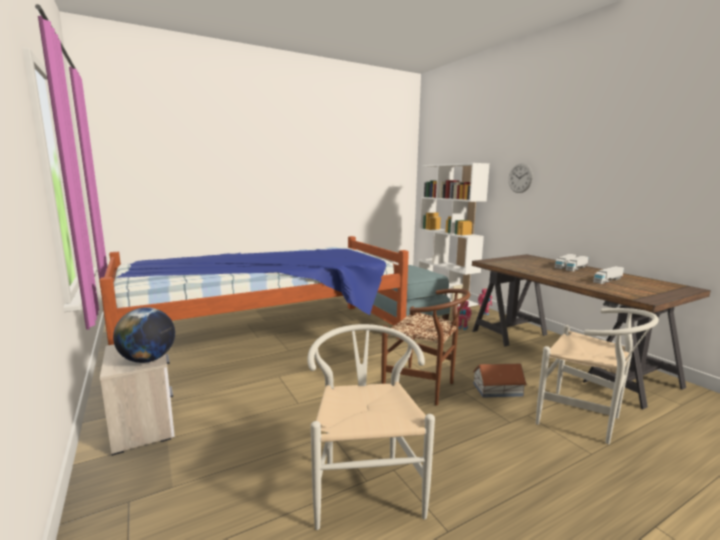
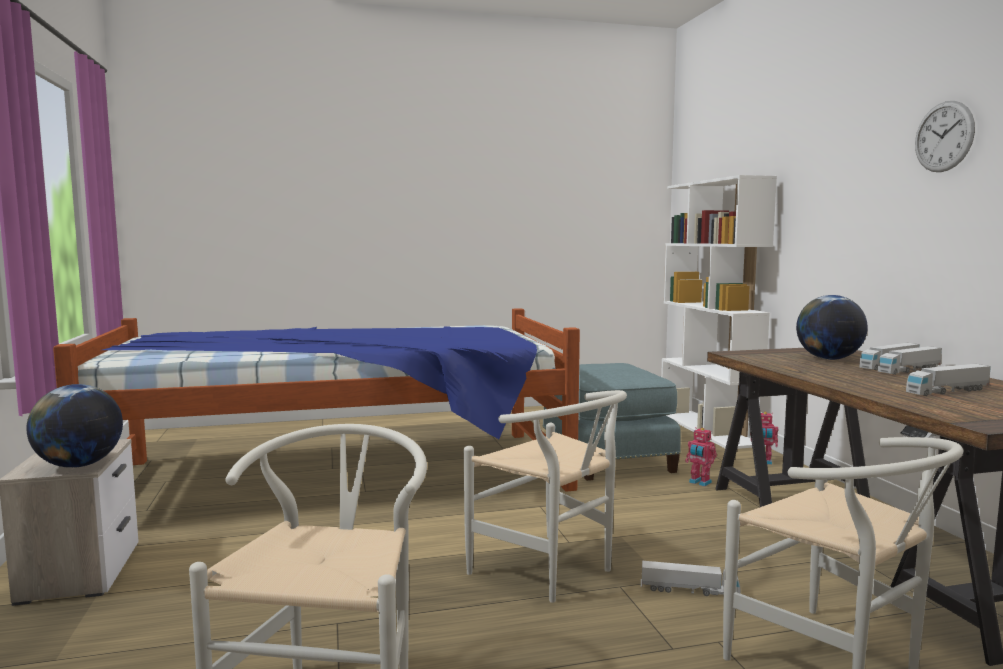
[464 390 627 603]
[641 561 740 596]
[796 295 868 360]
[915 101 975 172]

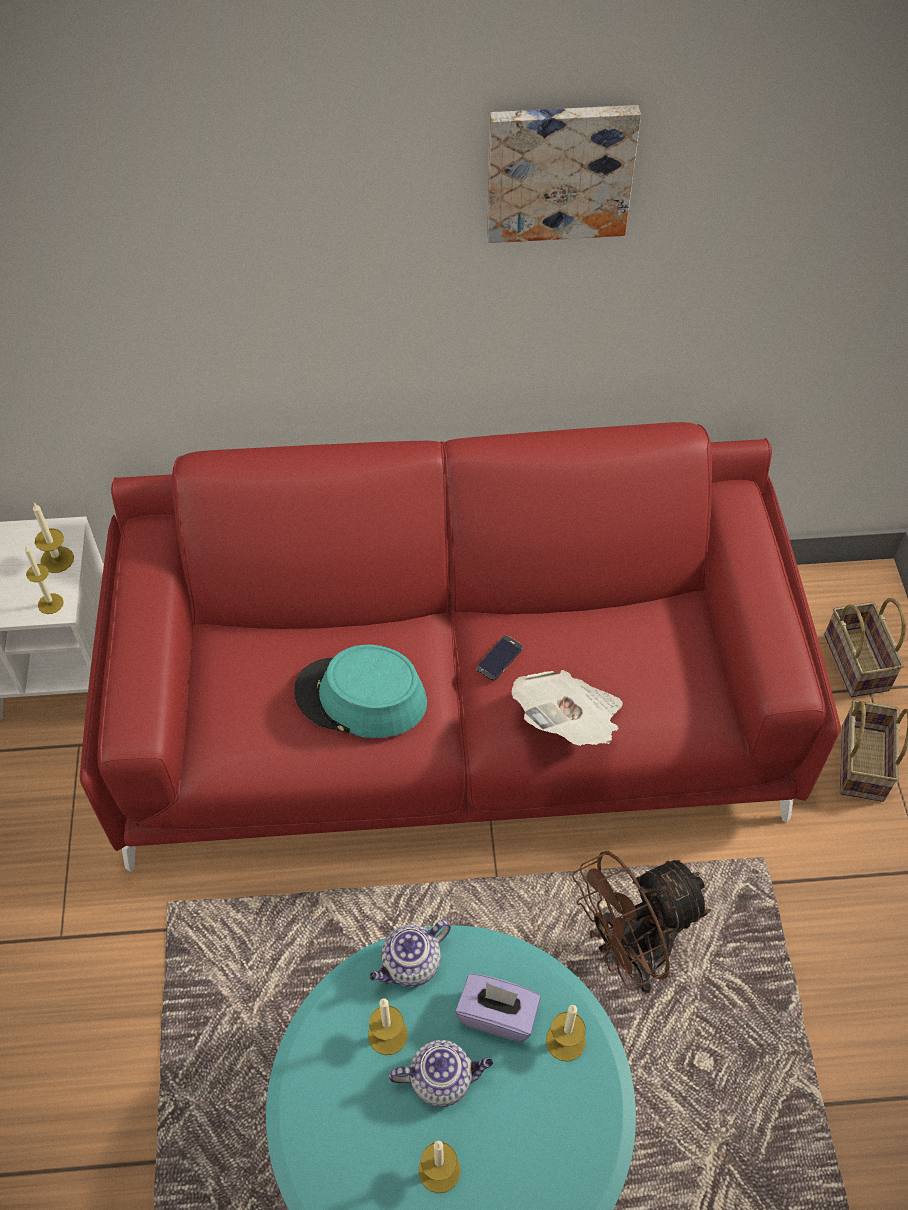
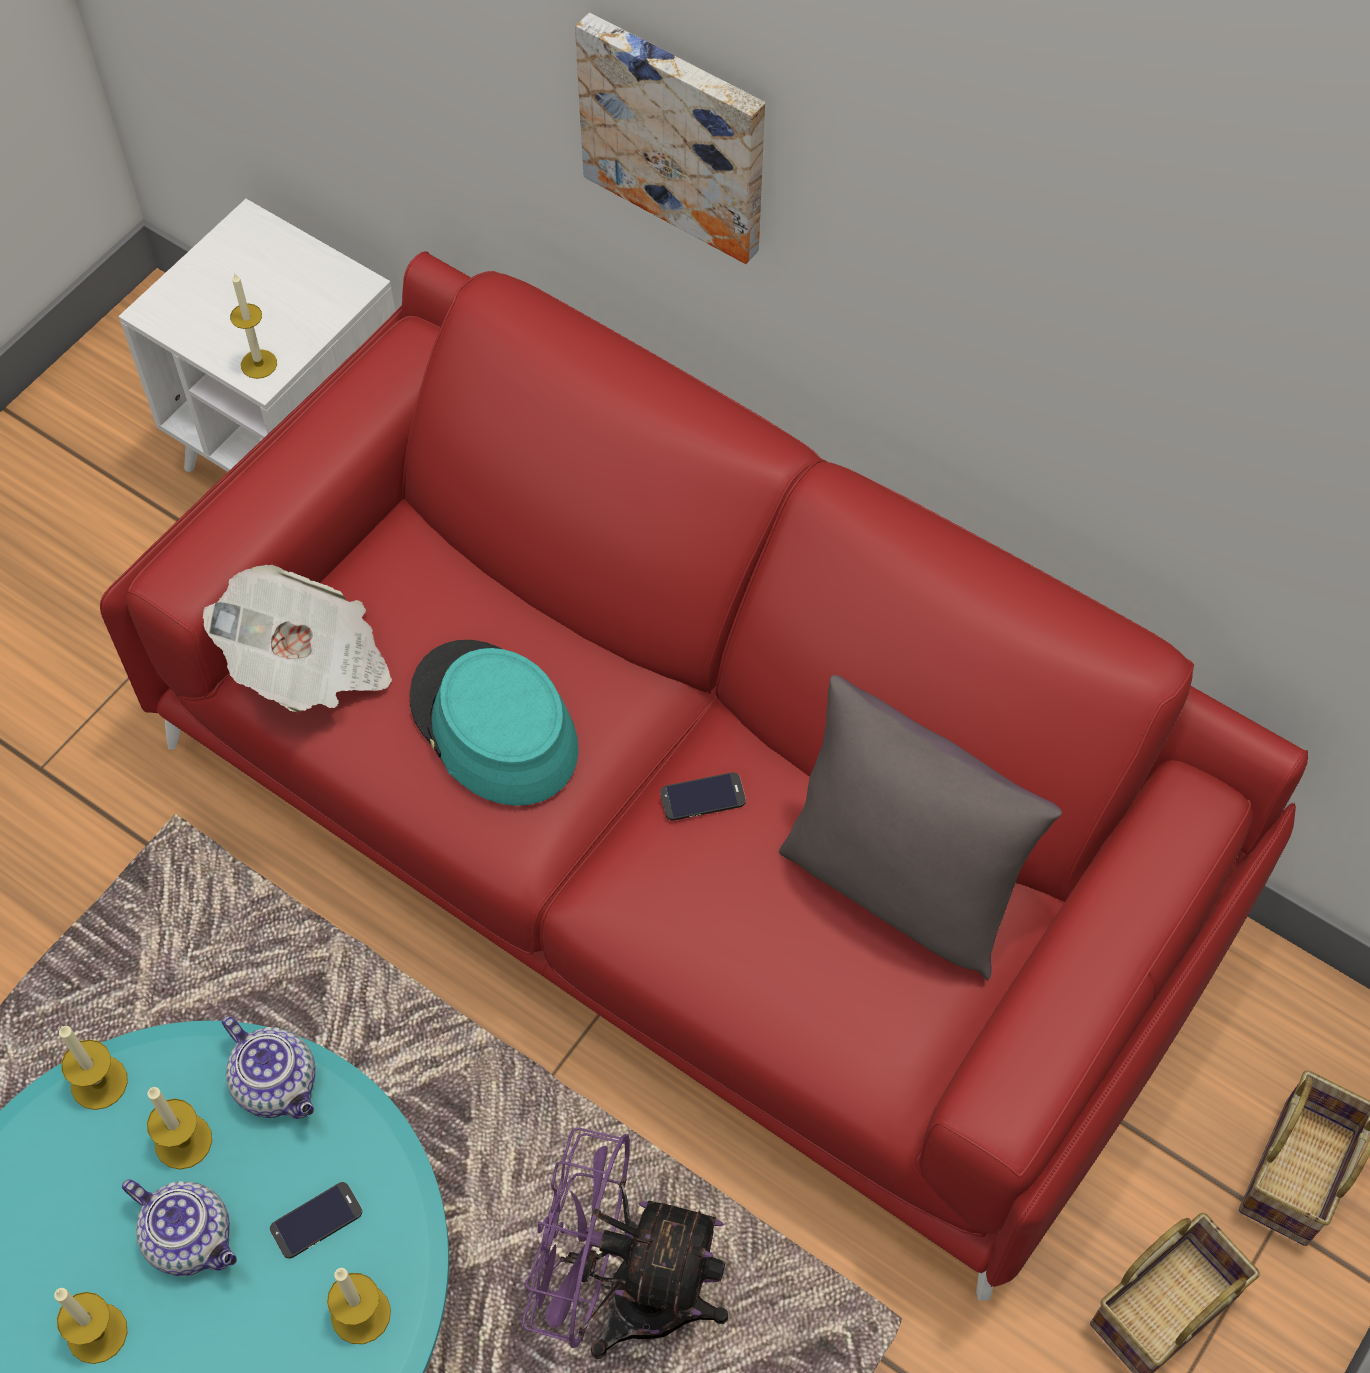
[59 1025 128 1110]
[203 565 392 713]
[221 1016 316 1119]
[270 1182 362 1259]
[522 1127 728 1359]
[575 13 765 264]
[779 675 1062 981]

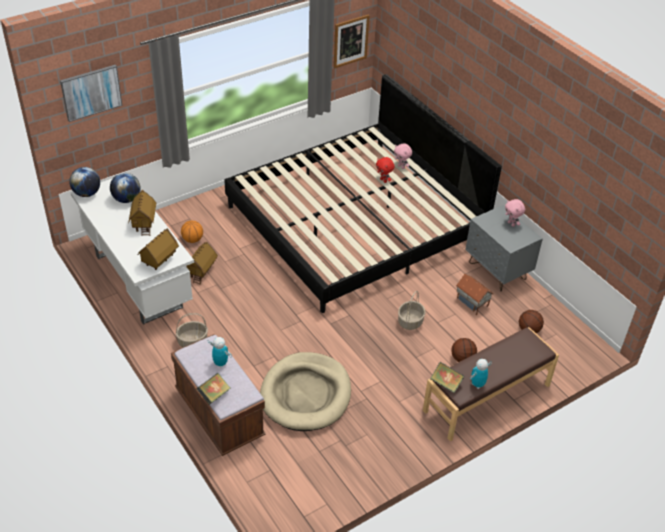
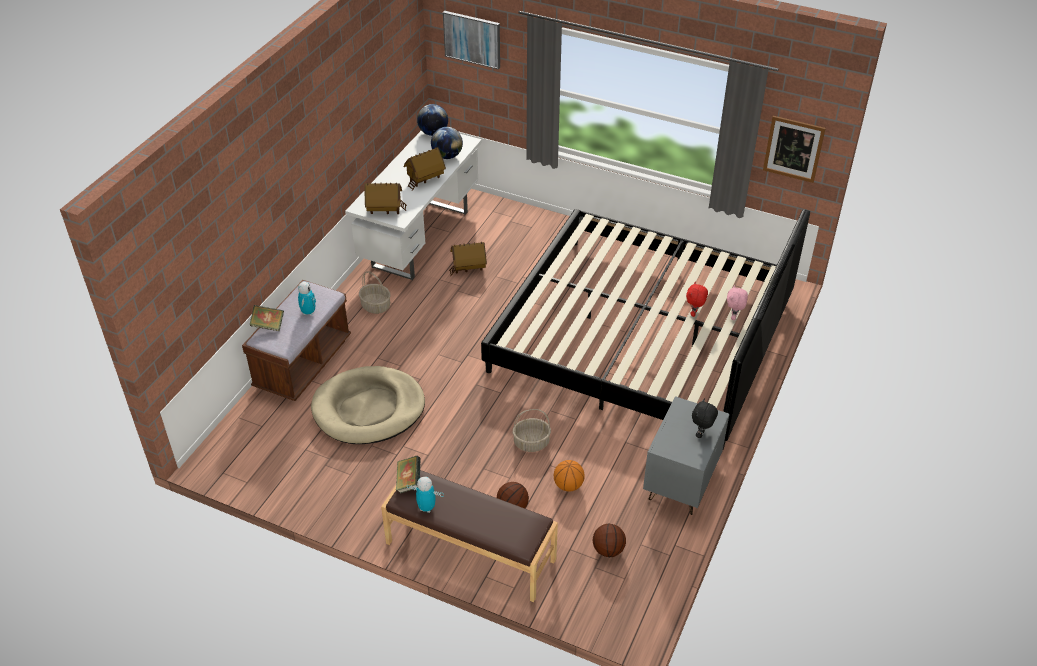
[554 460 585 492]
[692 399 718 438]
[456 274 493 315] (first image)

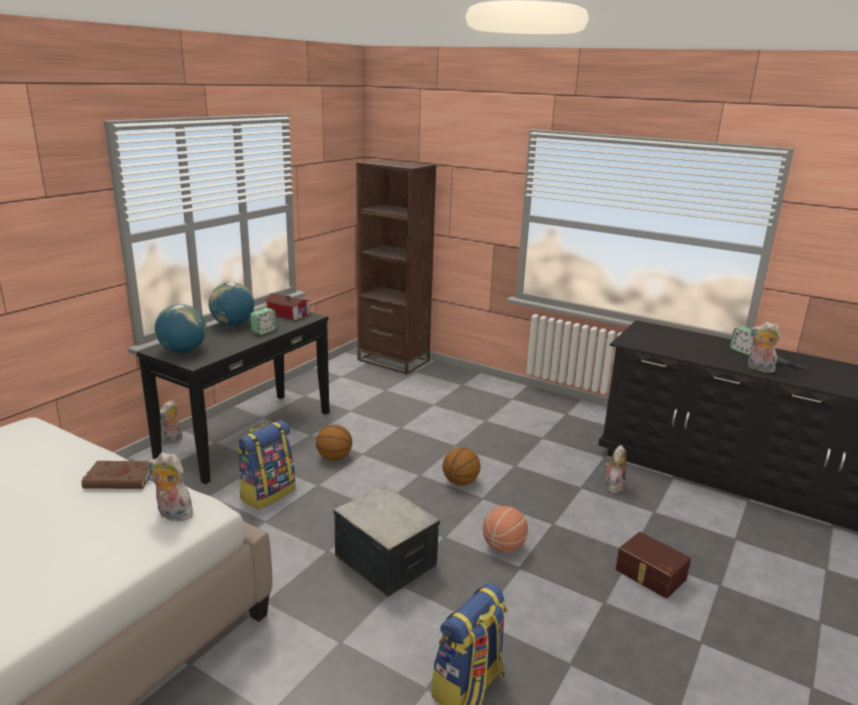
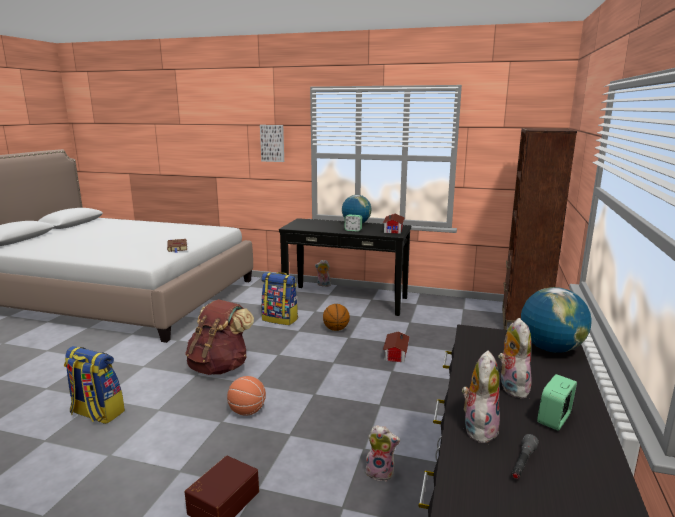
[185 299 254 375]
[260 125 284 162]
[383 331 409 363]
[498 318 532 398]
[521 287 592 353]
[443 447 480 485] (first image)

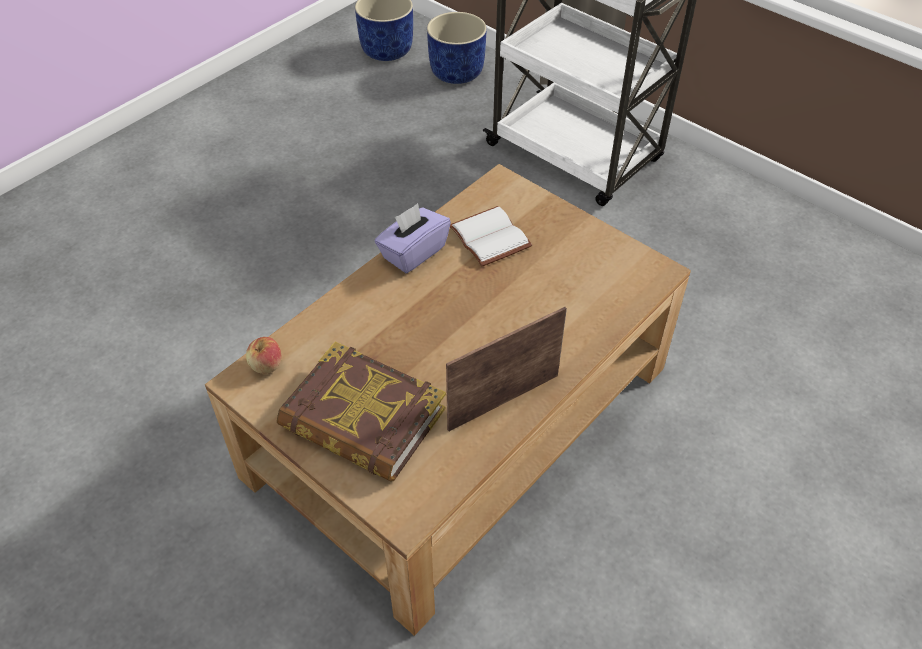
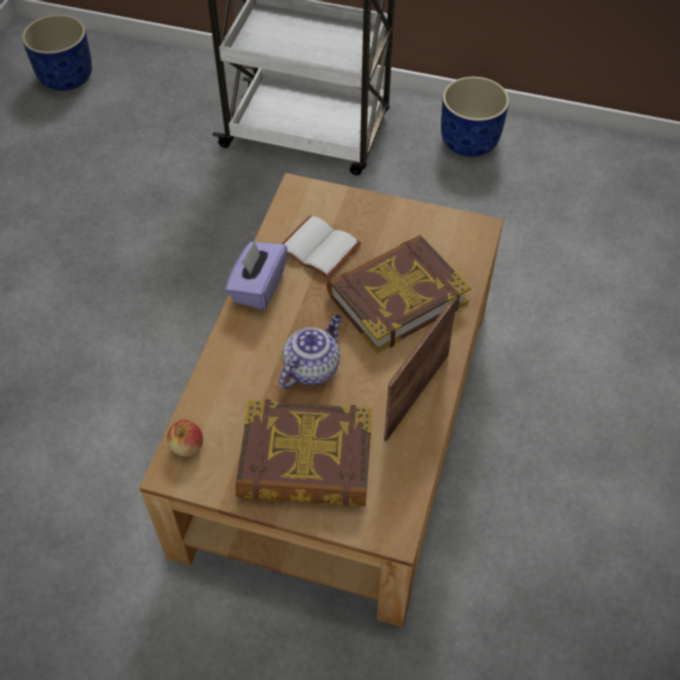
[279 314 342 389]
[326 235 472 353]
[441 77 509 157]

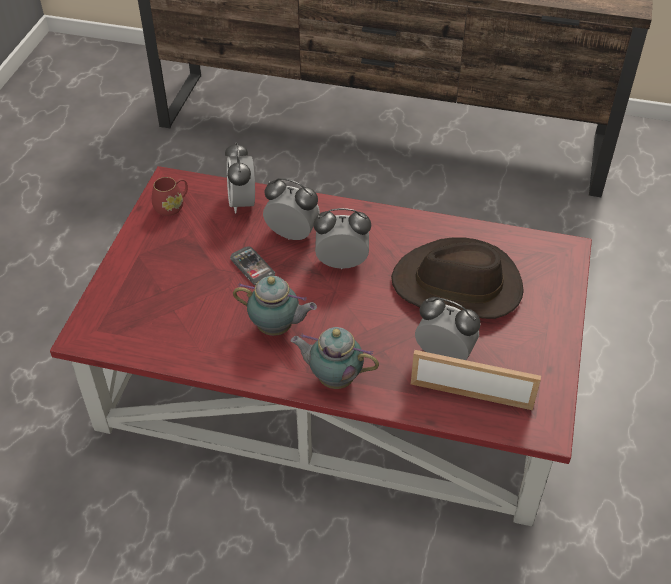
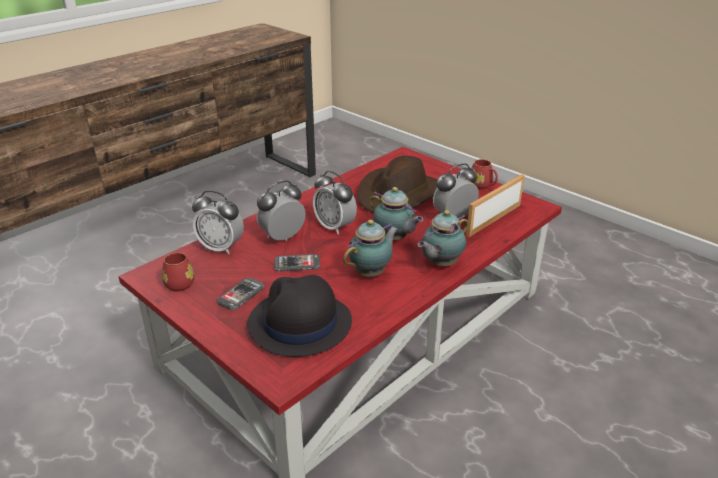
[217 277 264 310]
[247 275 352 357]
[313 171 357 235]
[370 187 423 240]
[469 159 498 189]

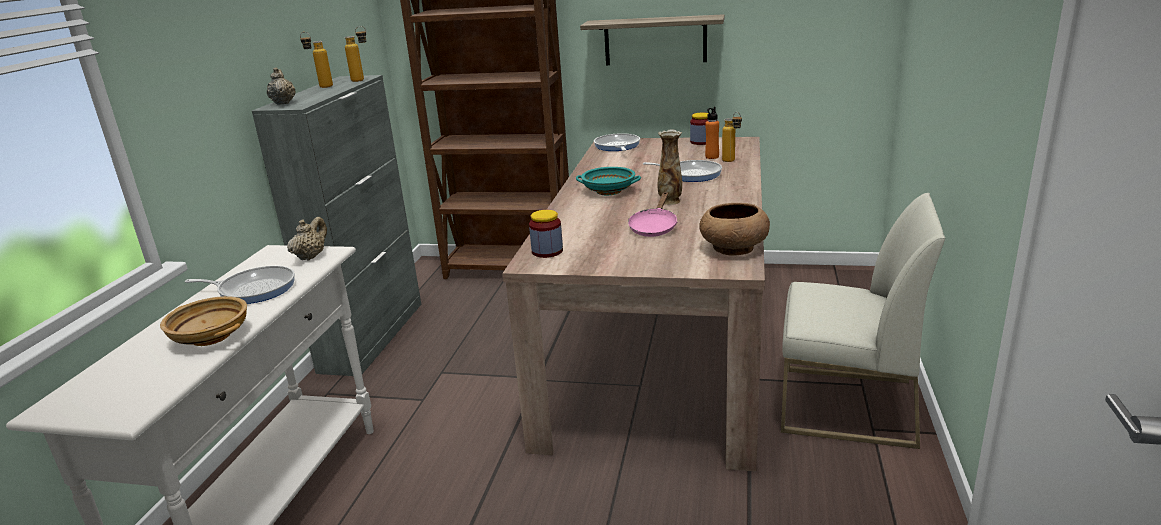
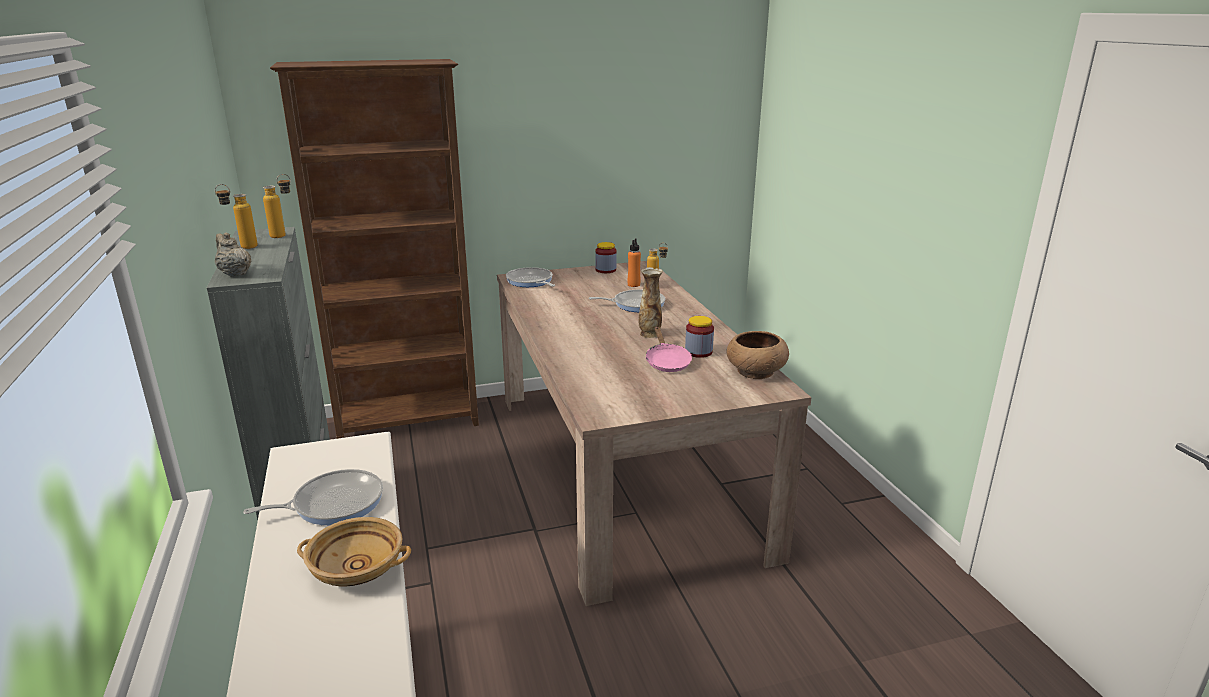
[685 316 714 358]
[287 217 327 260] (first image)
[576 167 641 195] (first image)
[580 14 725 65] (first image)
[781 193 945 449] (first image)

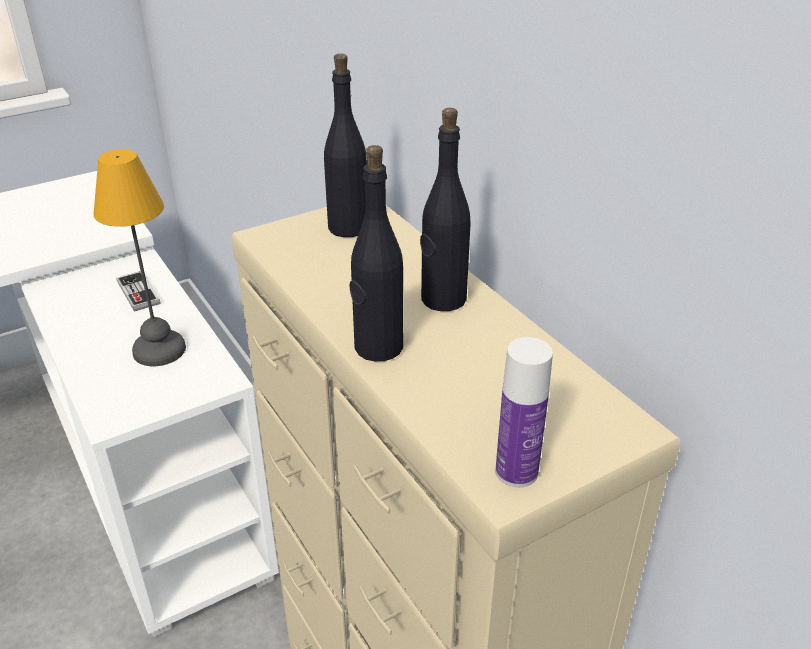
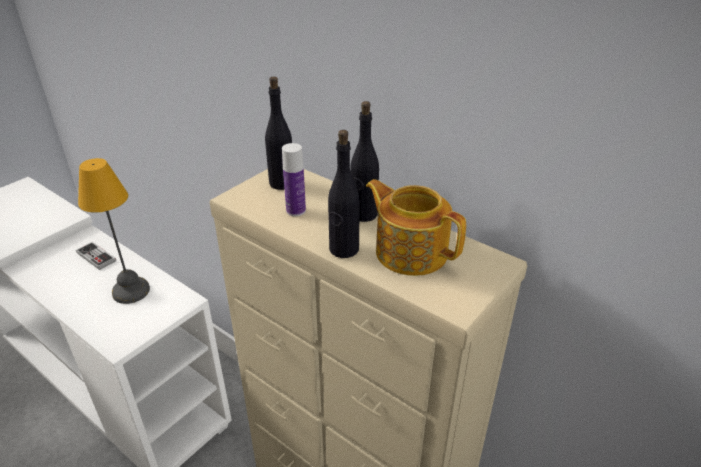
[282 143 306 216]
[366 179 466 276]

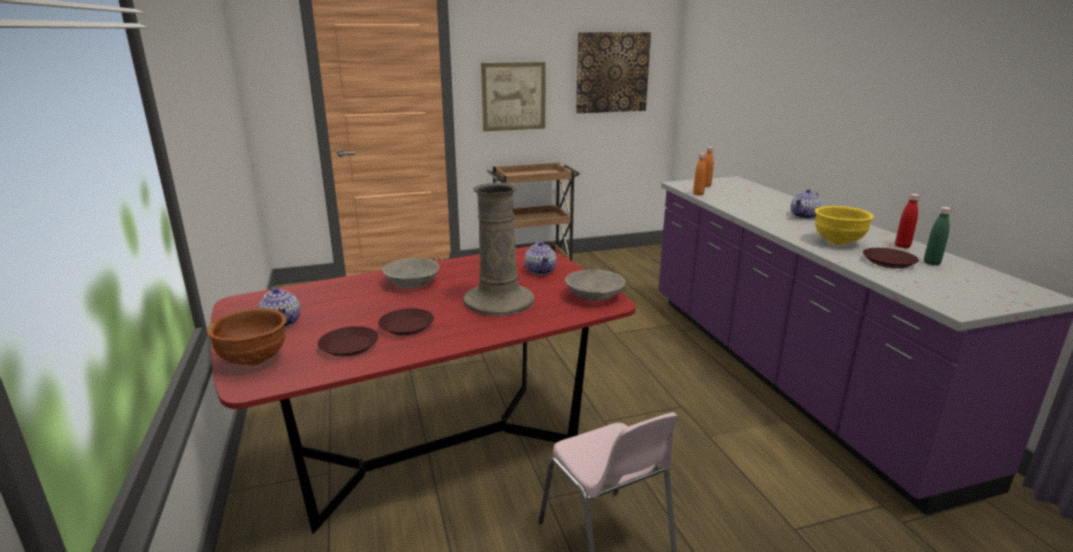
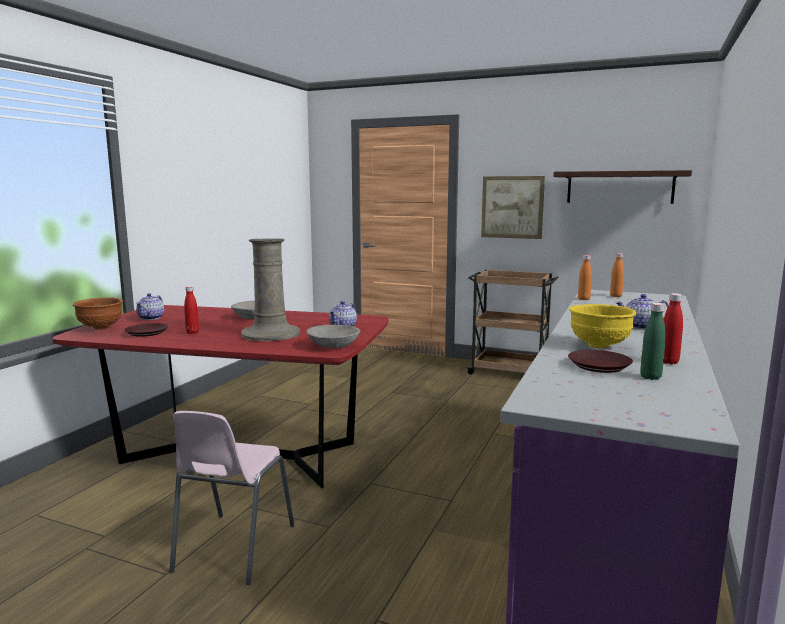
[184 286 199 334]
[554 170 692 204]

